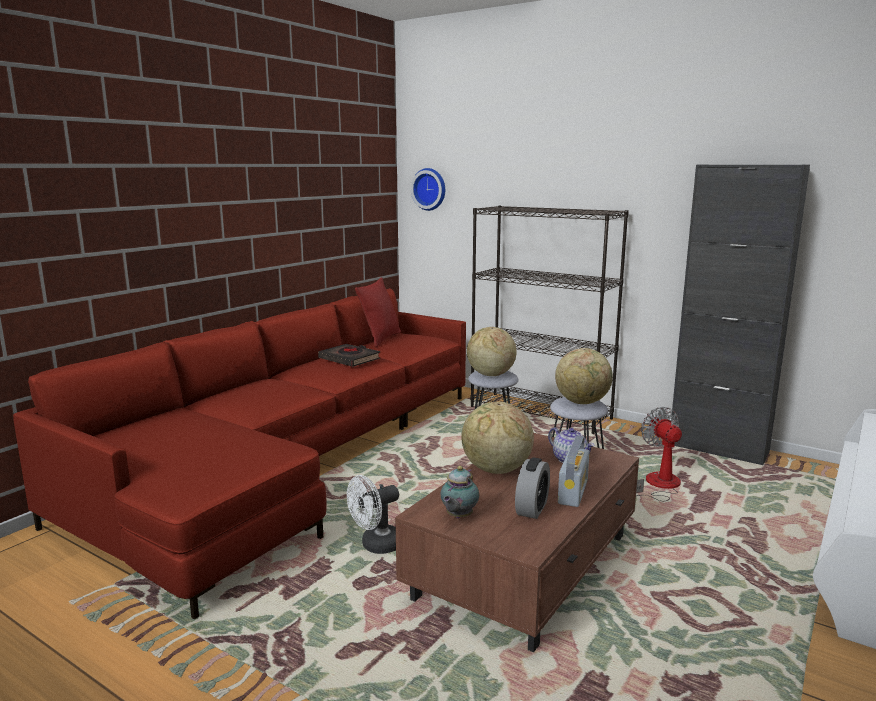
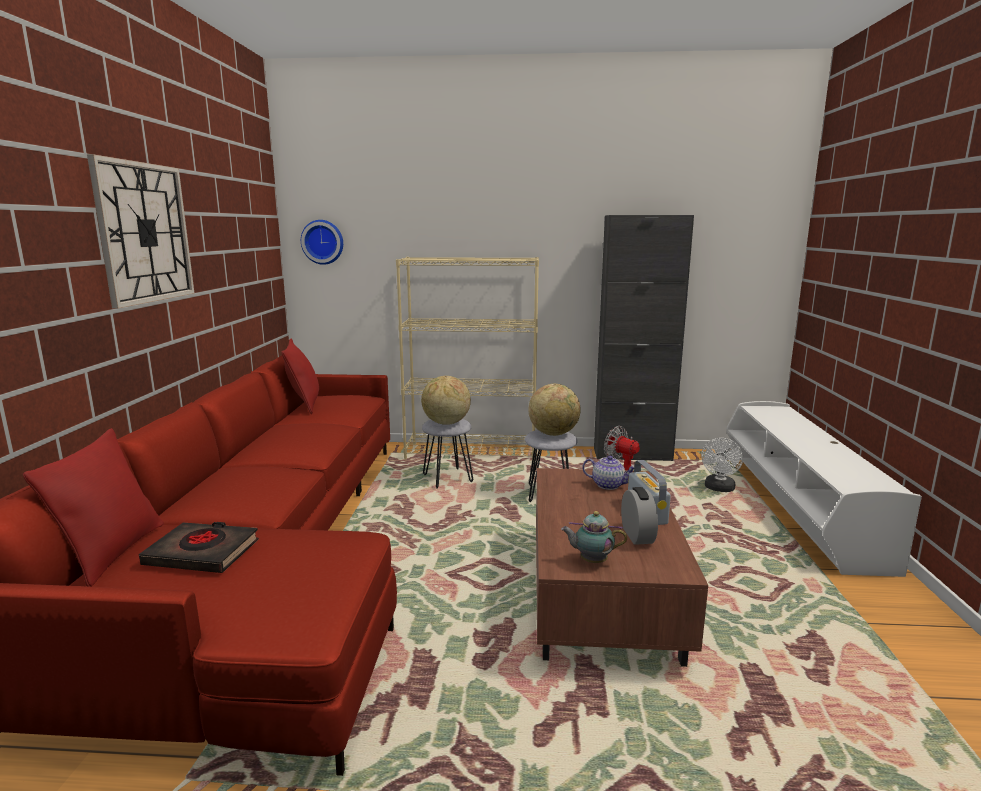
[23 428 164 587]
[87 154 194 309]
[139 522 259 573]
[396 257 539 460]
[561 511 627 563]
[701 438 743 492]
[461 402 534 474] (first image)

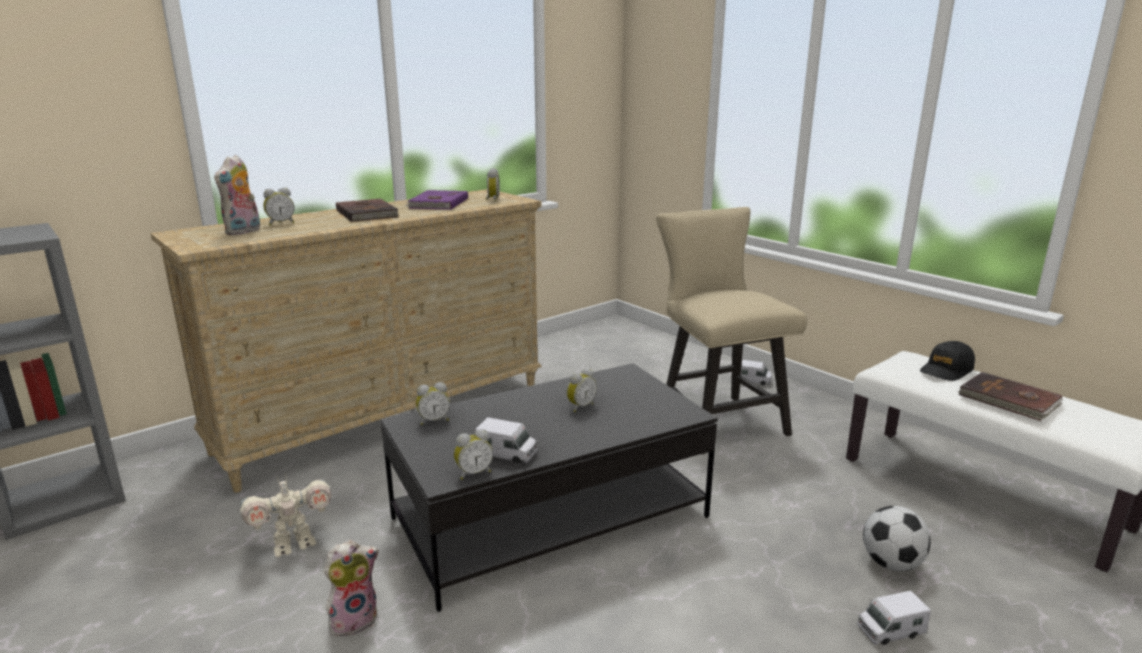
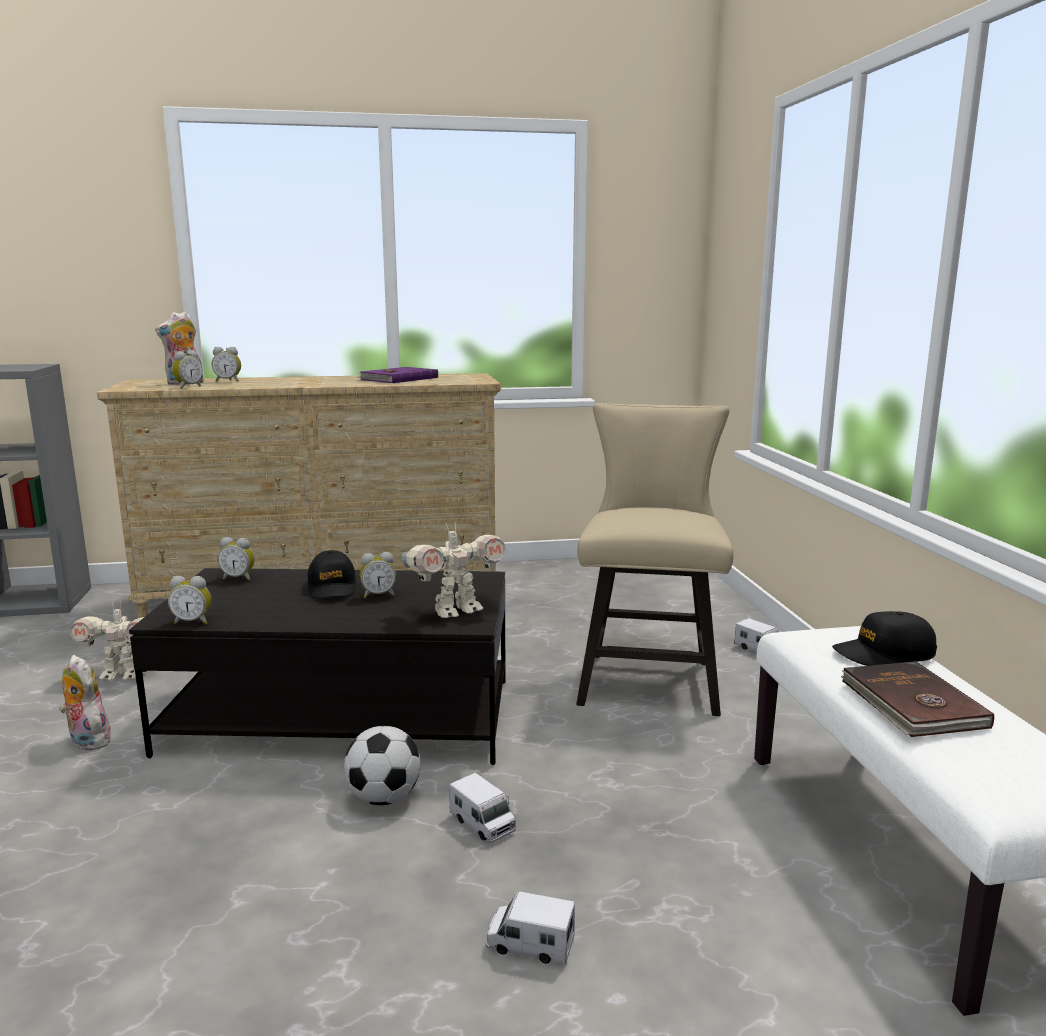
[59 655 115 750]
[172 350 202 389]
[308 550 356 598]
[344 726 420 805]
[402 523 506 618]
[450 773 516 843]
[336 199 399 222] (first image)

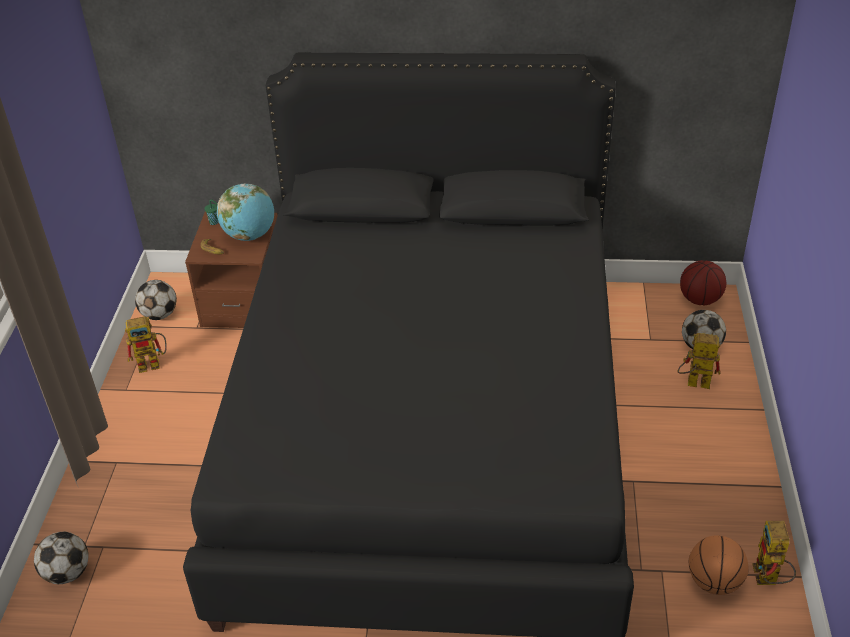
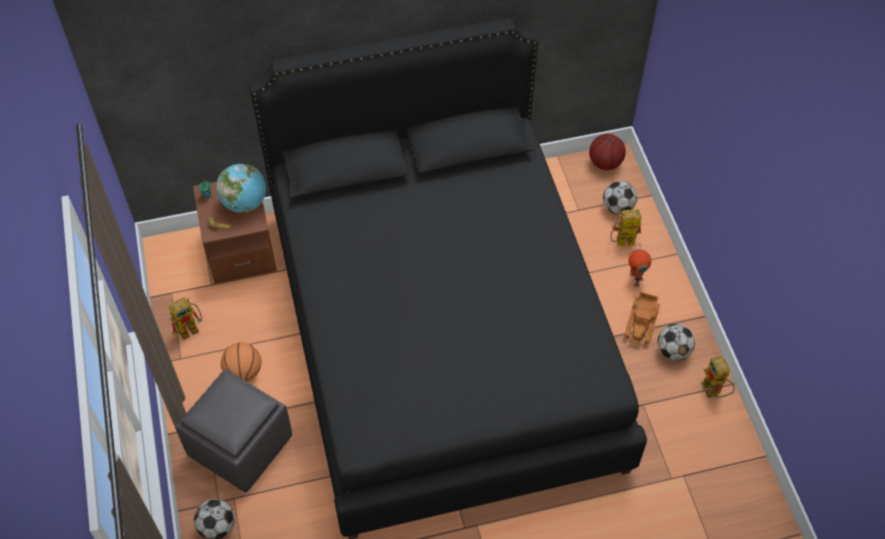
[175 369 292 493]
[221 342 261 382]
[624 292 660 346]
[629 243 651 287]
[657 324 695 361]

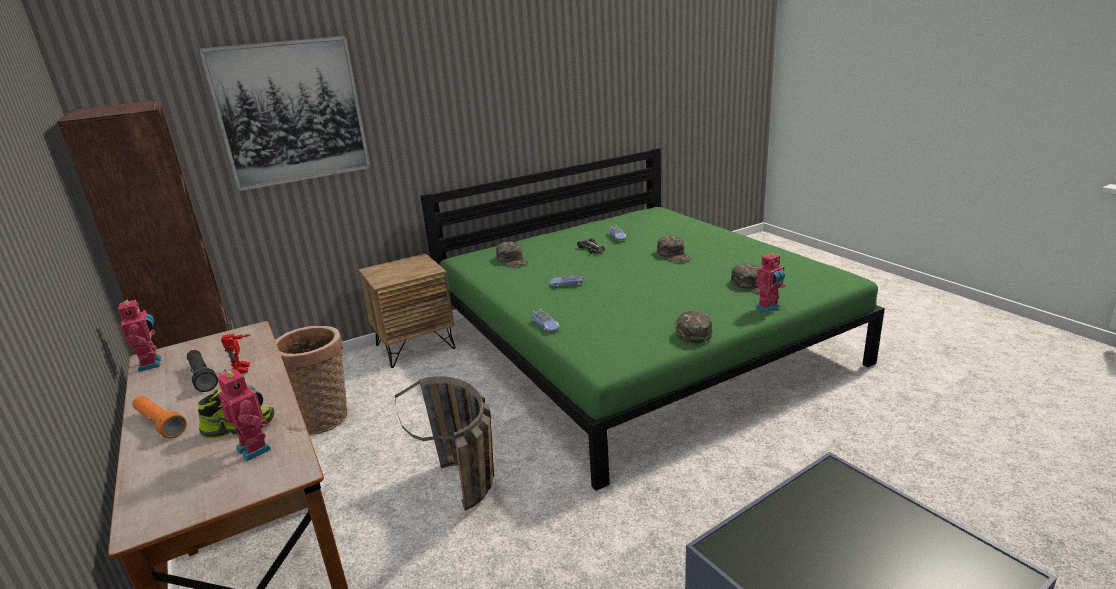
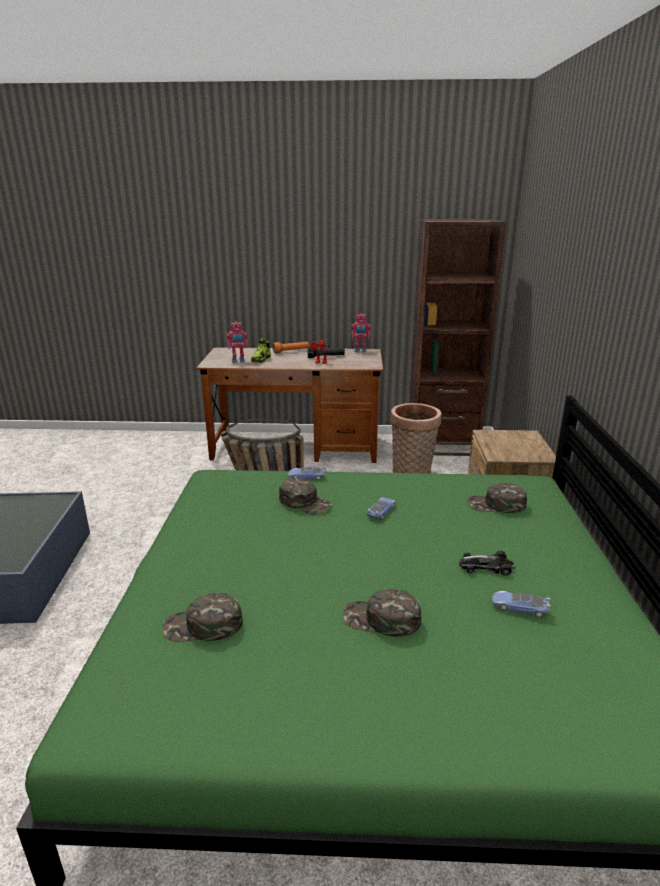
[279 478 332 515]
[198 36 371 191] (first image)
[755 252 785 313] (first image)

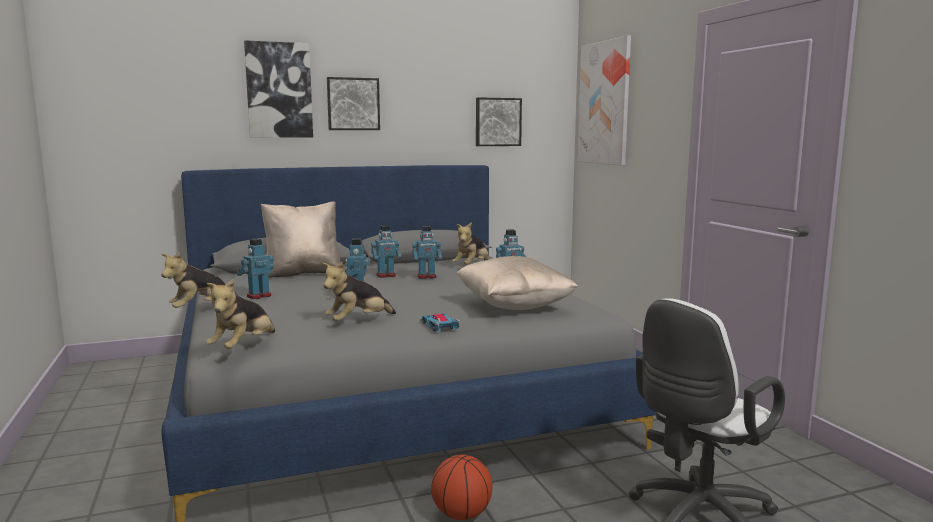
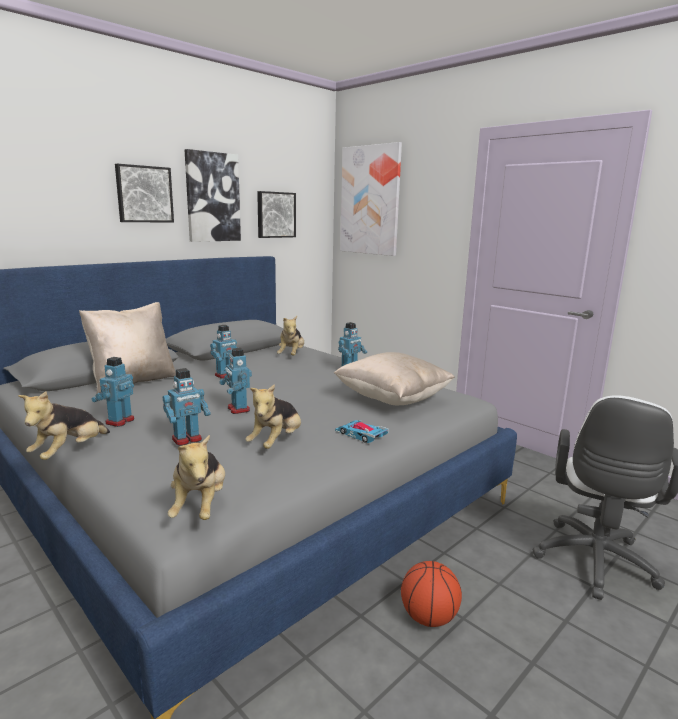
[163 368 211 446]
[185 149 241 242]

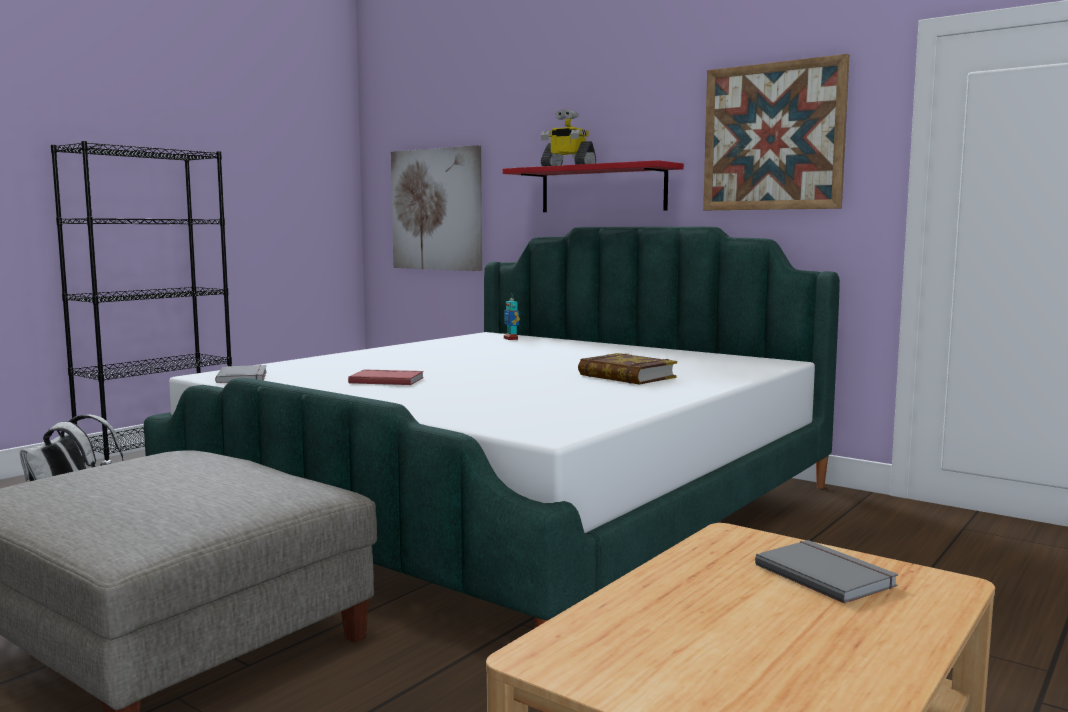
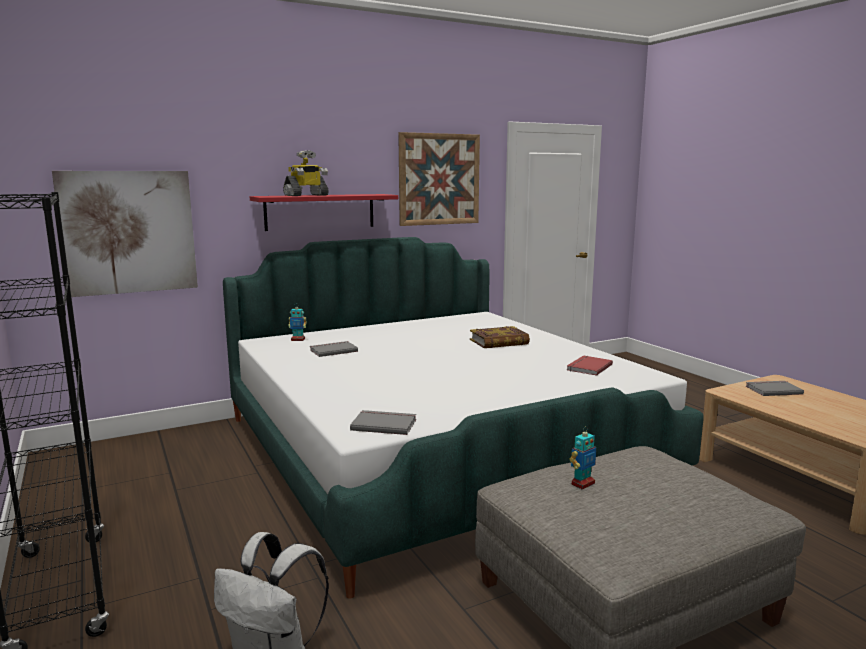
[310 341 358 357]
[567 355 613 376]
[569 426 596 489]

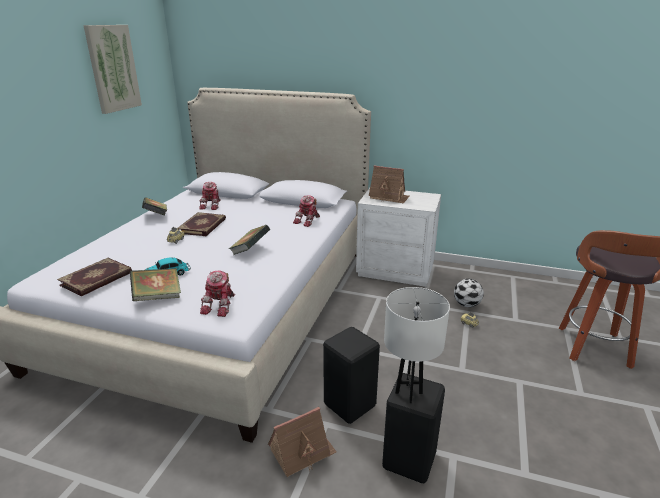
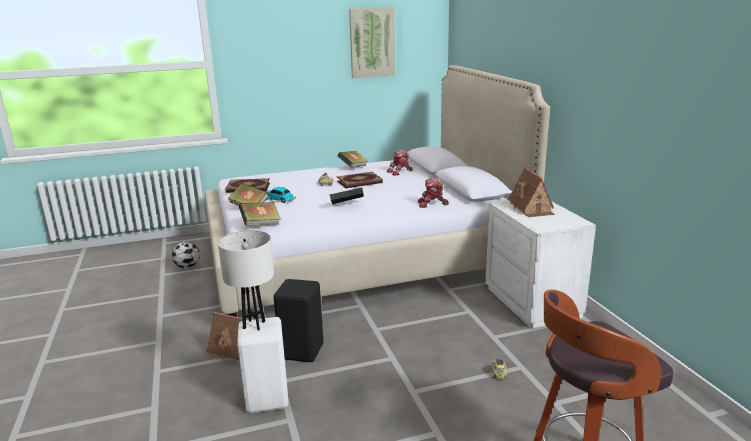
[172 242 200 269]
[237 317 288 413]
[239 202 281 225]

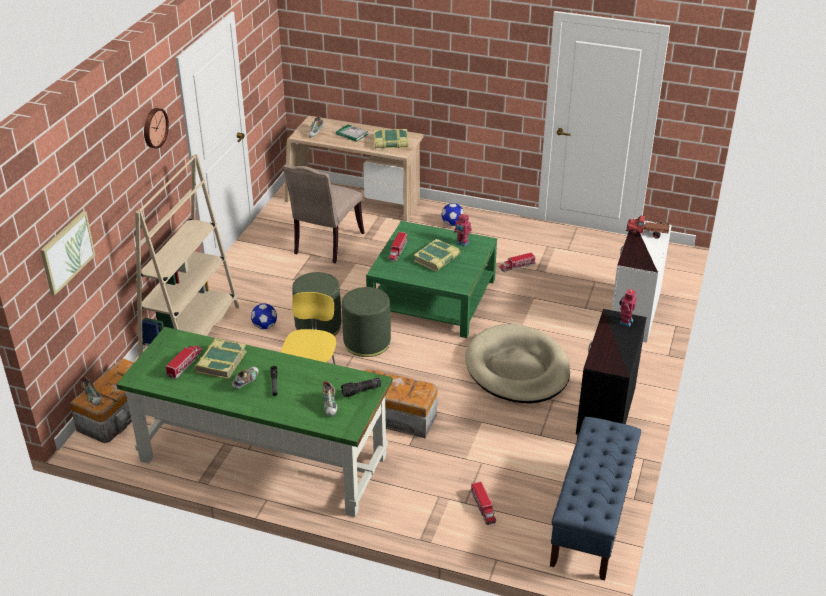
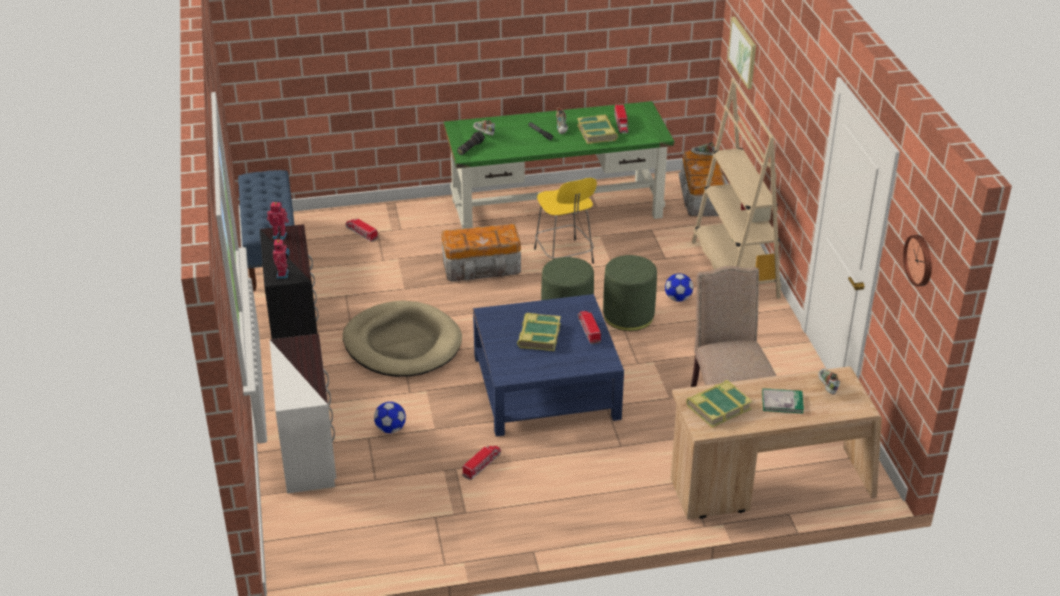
[267 202 289 240]
[374 402 406 433]
[473 294 624 437]
[903 235 932 286]
[626 216 670 239] (first image)

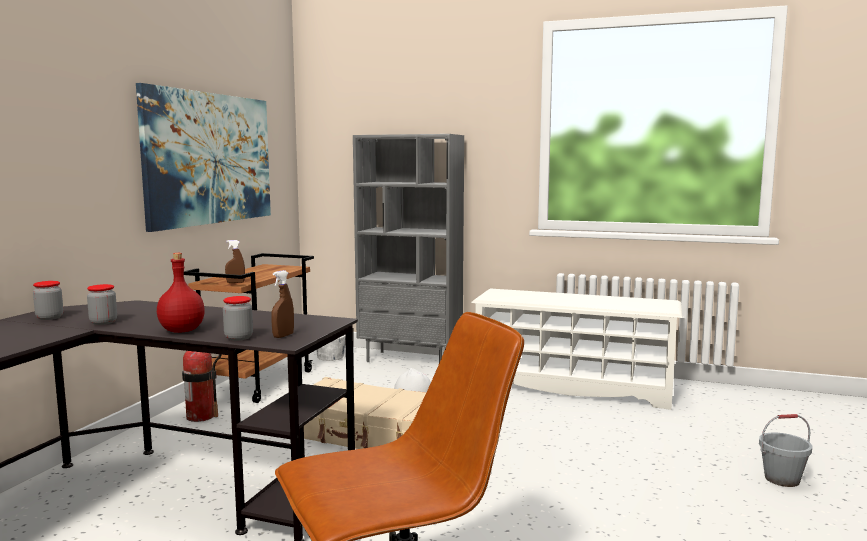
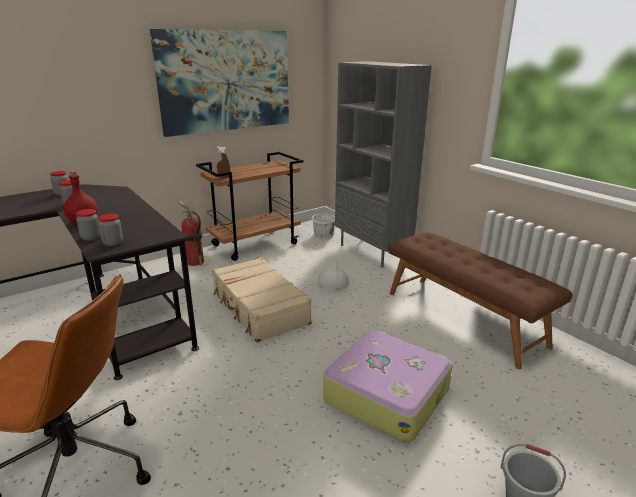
[98 213 123 246]
[323 331 453 443]
[388 232 573 369]

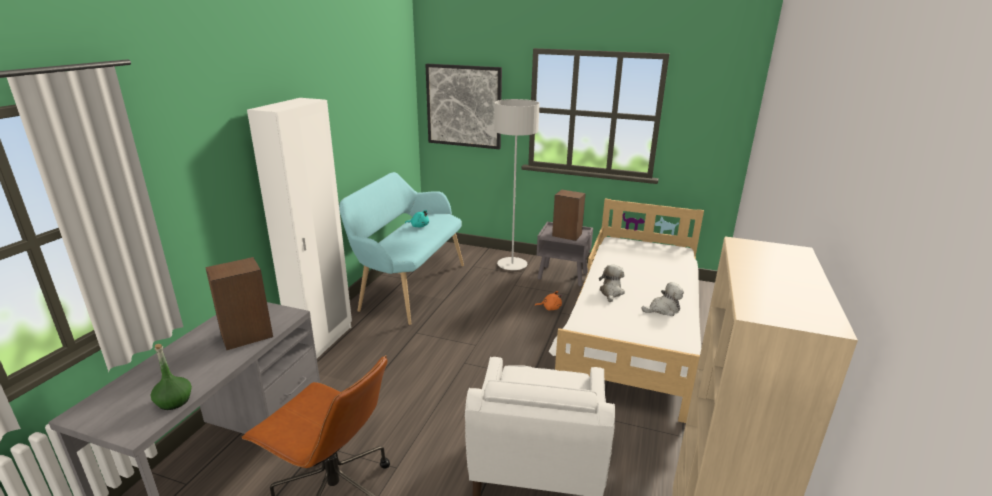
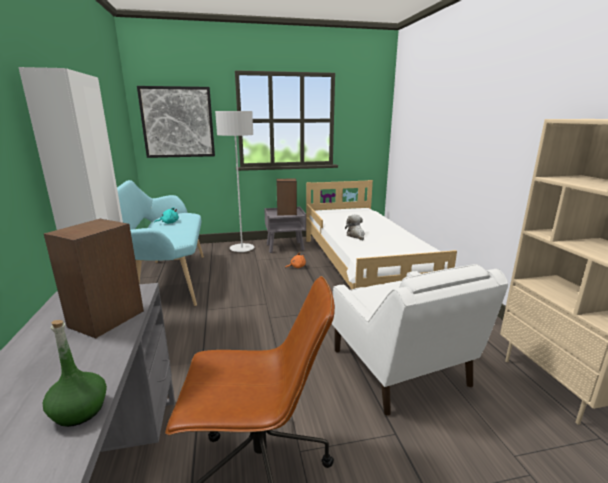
[641 282 684 316] (first image)

